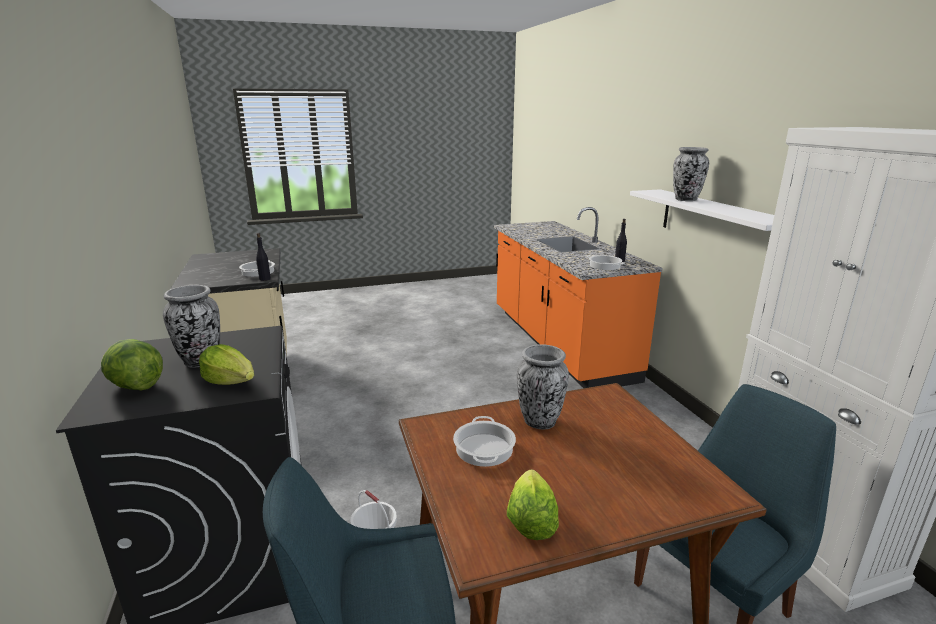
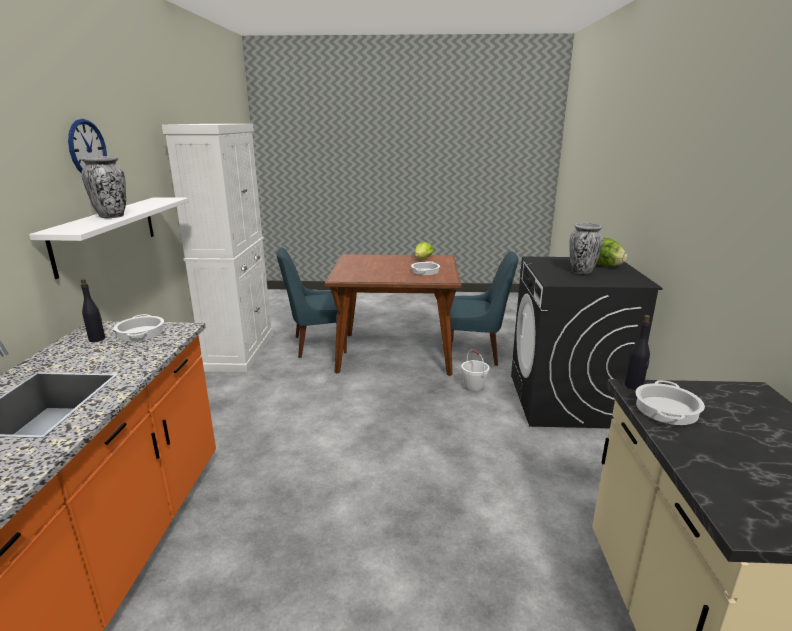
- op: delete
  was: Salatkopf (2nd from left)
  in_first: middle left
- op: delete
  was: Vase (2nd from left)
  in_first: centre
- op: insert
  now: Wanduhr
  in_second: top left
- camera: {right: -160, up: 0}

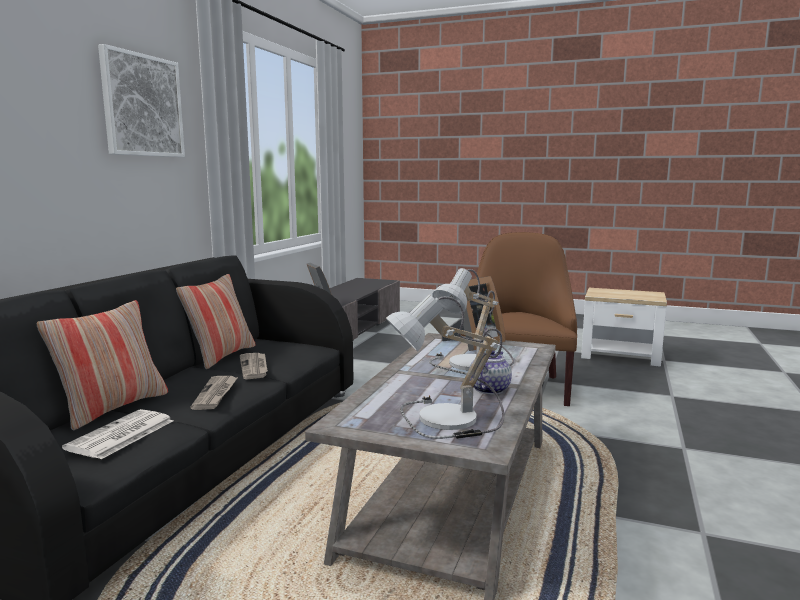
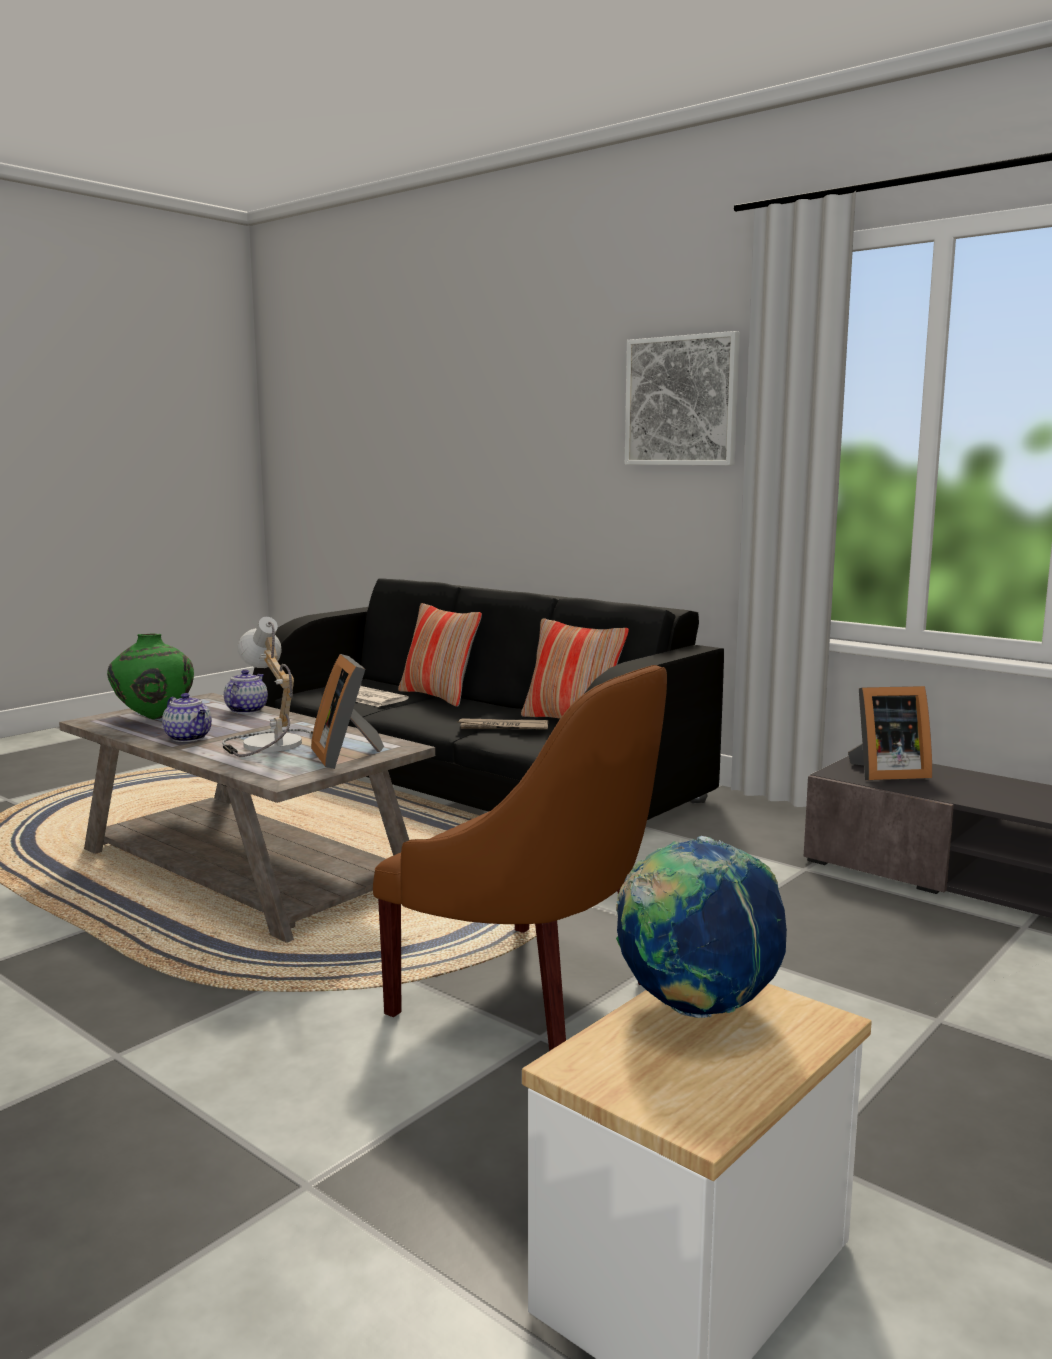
- op: delete
  was: Zeitung (2nd from left)
  in_first: middle left
- op: insert
  now: Teekanne (2nd from left)
  in_second: middle left
- op: insert
  now: Globus
  in_second: bottom centre
- op: replace
  was: Tischlampe (1st from left)
  now: Vase/grün
  in_first: centre
  in_second: middle left
- camera: {right: 110, up: 0}

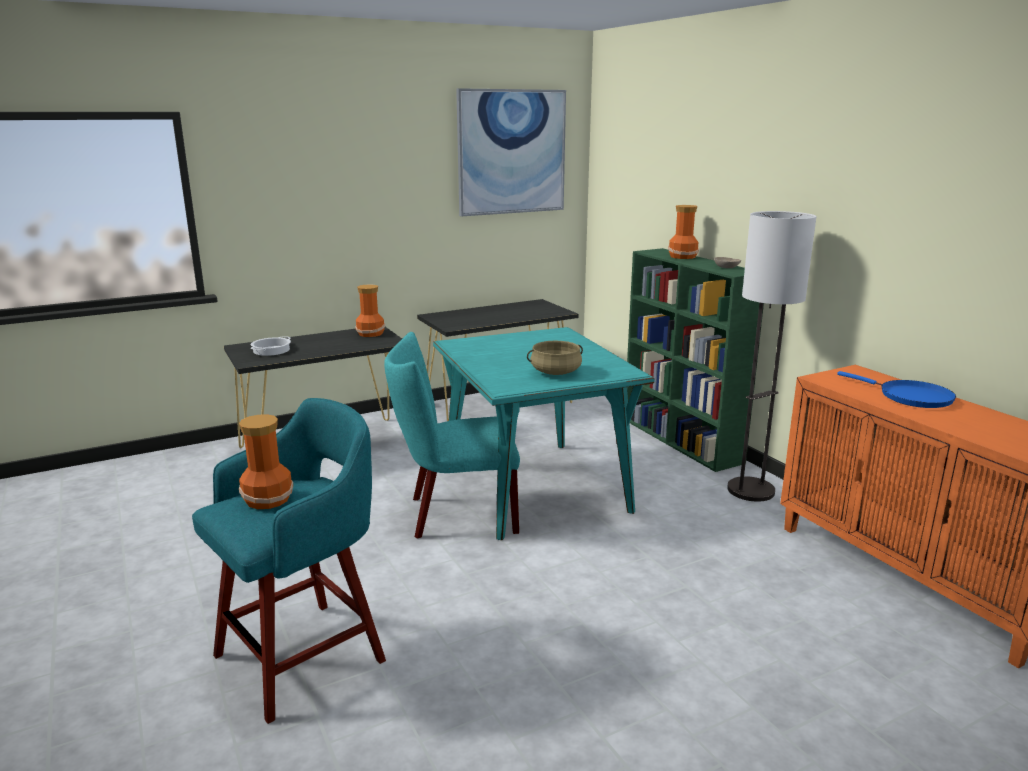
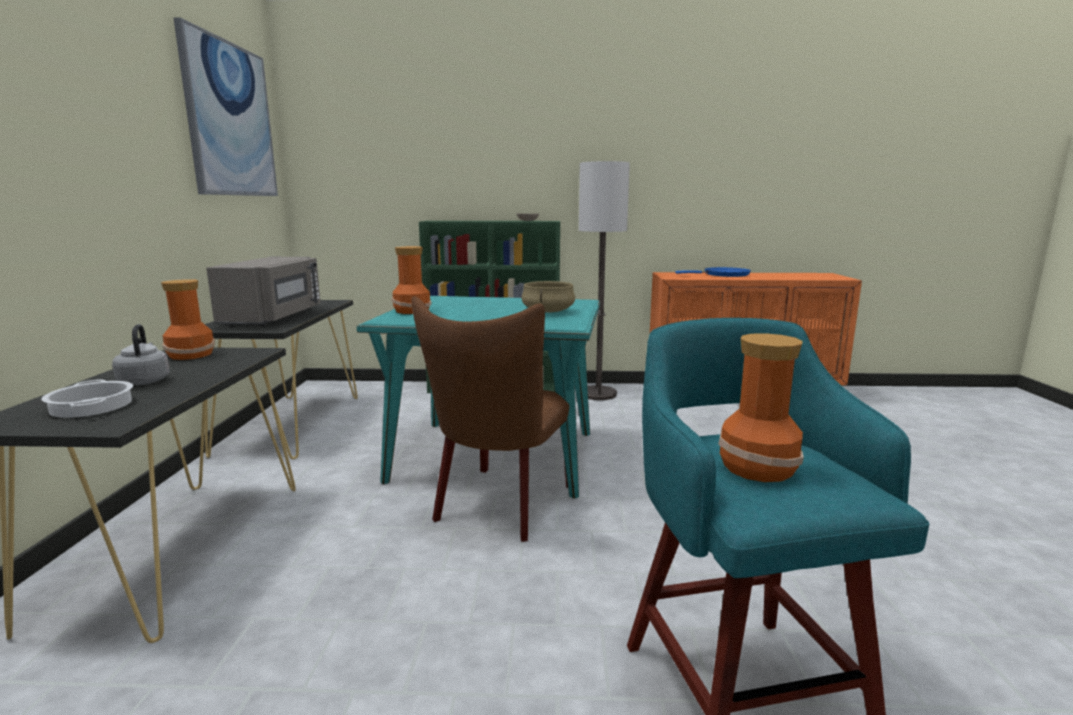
- op: insert
  now: Wasserkessel/grau
  in_second: middle left
- op: insert
  now: Mikrowelle/grau
  in_second: middle left
- op: move
  was: Vase (3rd from left in the first image)
  now: Vase (2nd from left)
  in_first: top centre
  in_second: centre
- op: recolor
  was: Stuhl/türkis
  now: Stuhl/braun
  in_first: centre
  in_second: centre
- camera: {right: -60, up: -5}

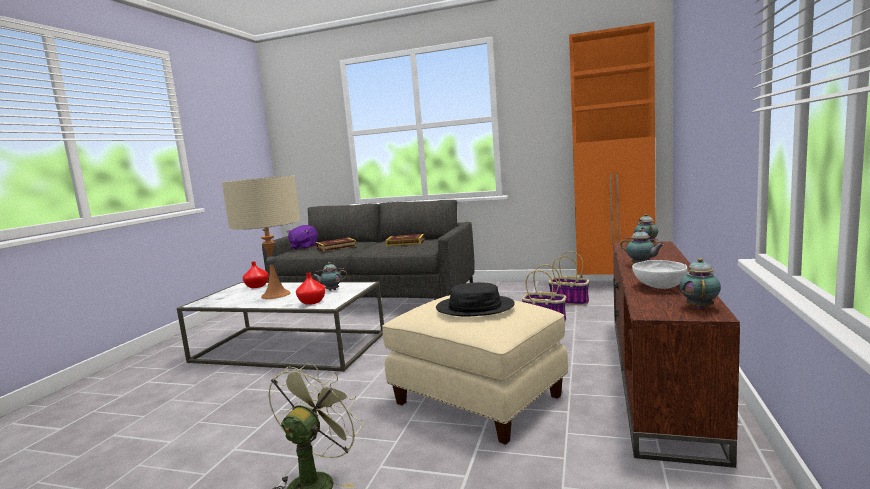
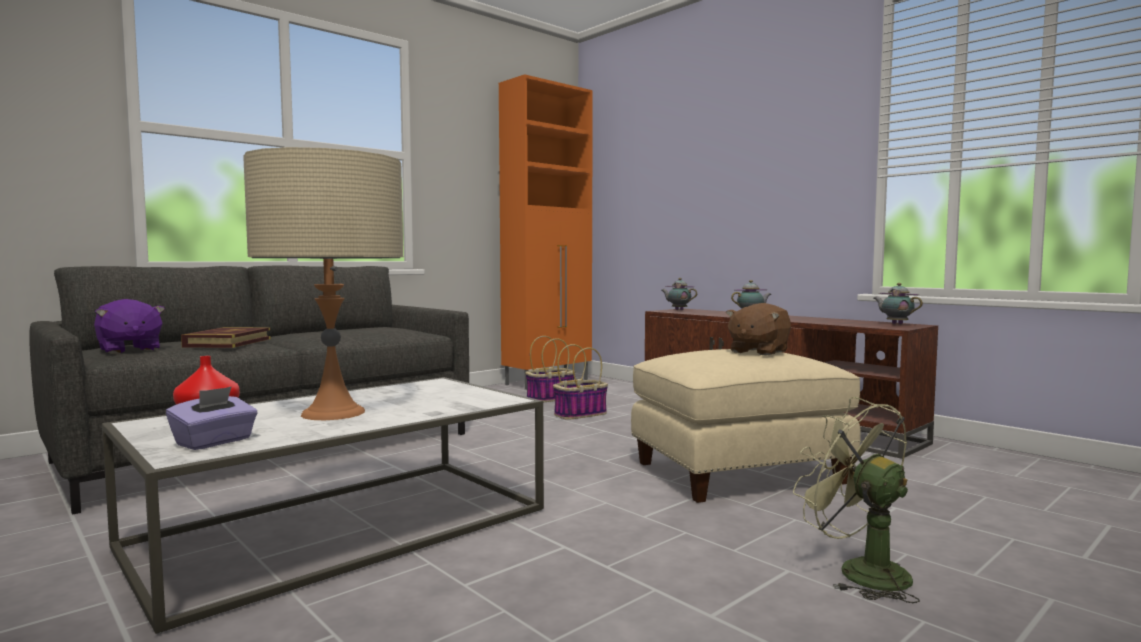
- op: delete
  was: Vase/rot (2nd from left)
  in_first: centre
- op: delete
  was: Teekanne (1st from left)
  in_first: centre
- op: delete
  was: Buch (2nd from left)
  in_first: centre
- op: delete
  was: Schüssel/weiß
  in_first: middle right
- op: insert
  now: Taschentuchbox/lila
  in_second: middle left
- op: replace
  was: Hut/schwarz
  now: Plüschtier/braun
  in_first: centre
  in_second: centre
- camera: {right: -60, up: -5}

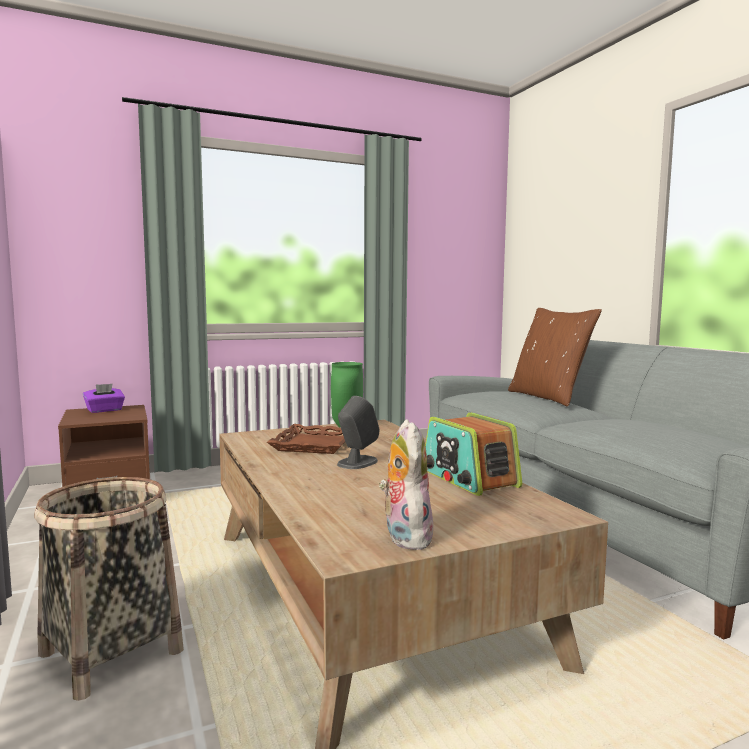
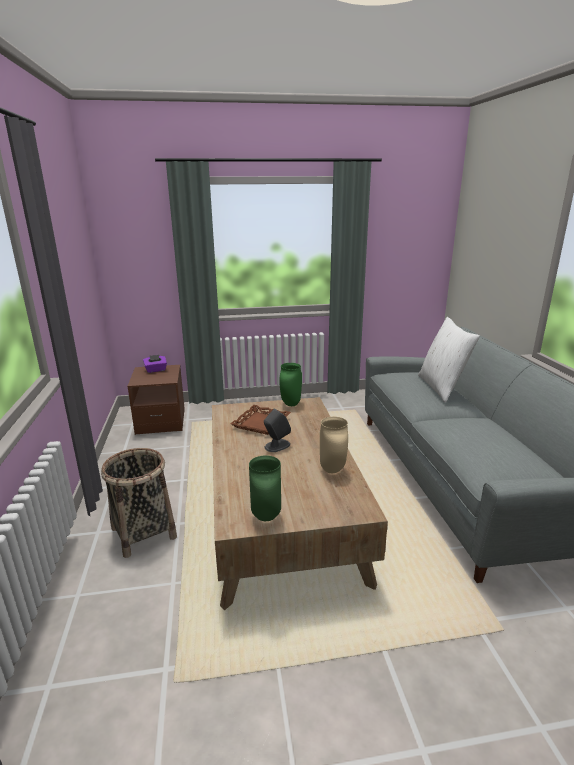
- op: replace
  was: Plüschtier
  now: Vase/grün (1st from left)
  in_first: centre
  in_second: centre
- op: replace
  was: Radio
  now: Vase/beige
  in_first: centre
  in_second: centre
- op: recolor
  was: Kissen/braun
  now: Kissen/weiß
  in_first: middle right
  in_second: middle right
- camera: {right: 15, up: 15}

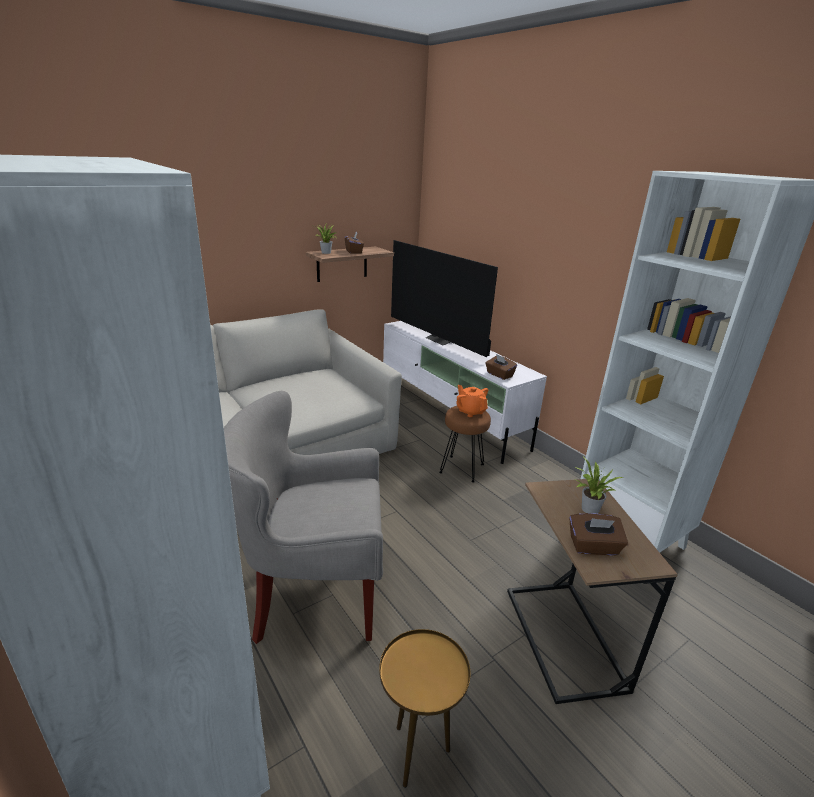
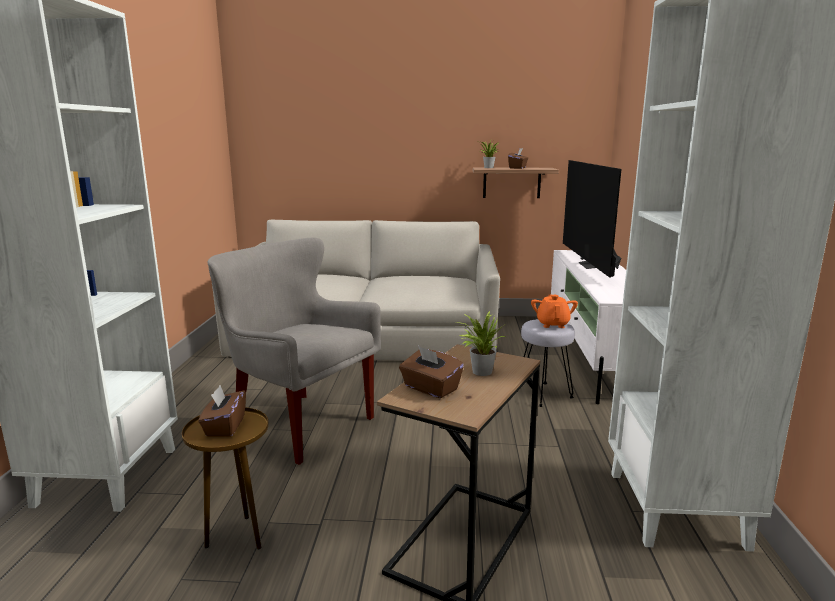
- op: move
  was: Taschentuchbox/braun (2nd from left in the first image)
  now: Taschentuchbox/braun (1st from left)
  in_first: centre
  in_second: bottom left
- op: recolor
  was: Hocker/braun
  now: Hocker/grau
  in_first: centre
  in_second: centre
- camera: {right: 40, up: -10}

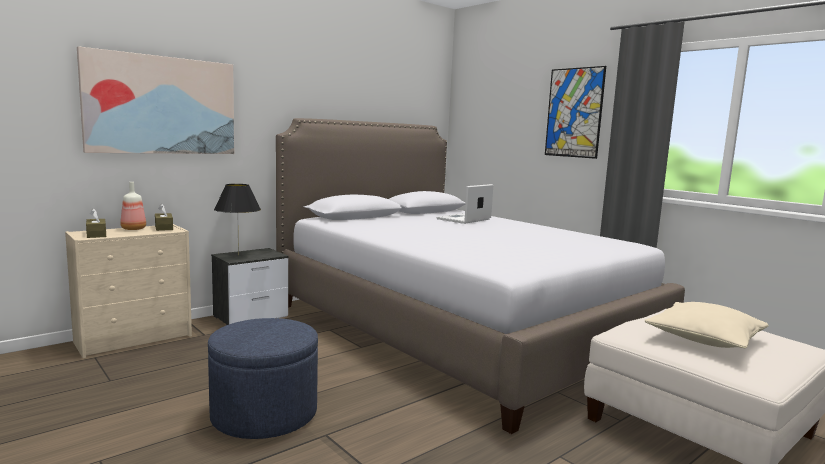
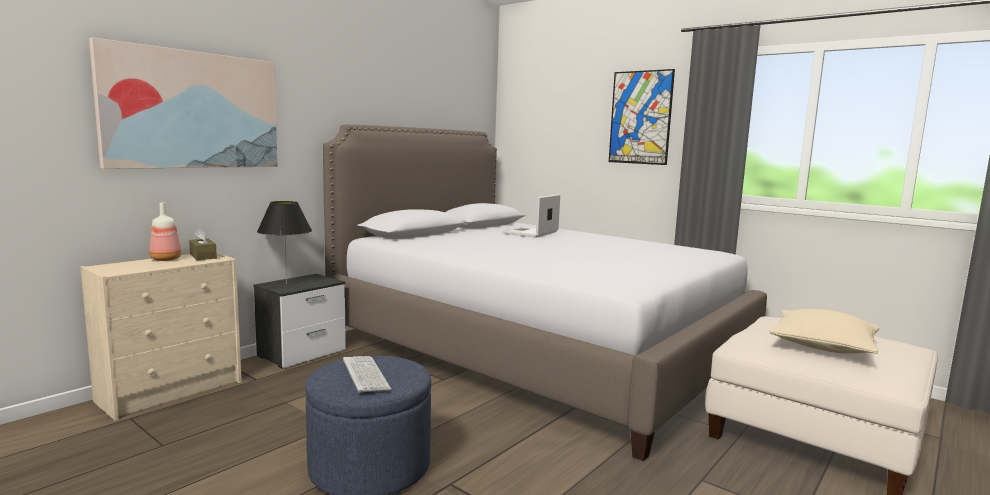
- op: delete
  was: Taschentuchbox/braun (1st from left)
  in_first: middle left
- op: insert
  now: Tastatur
  in_second: bottom centre
- camera: {right: -10, up: 0}

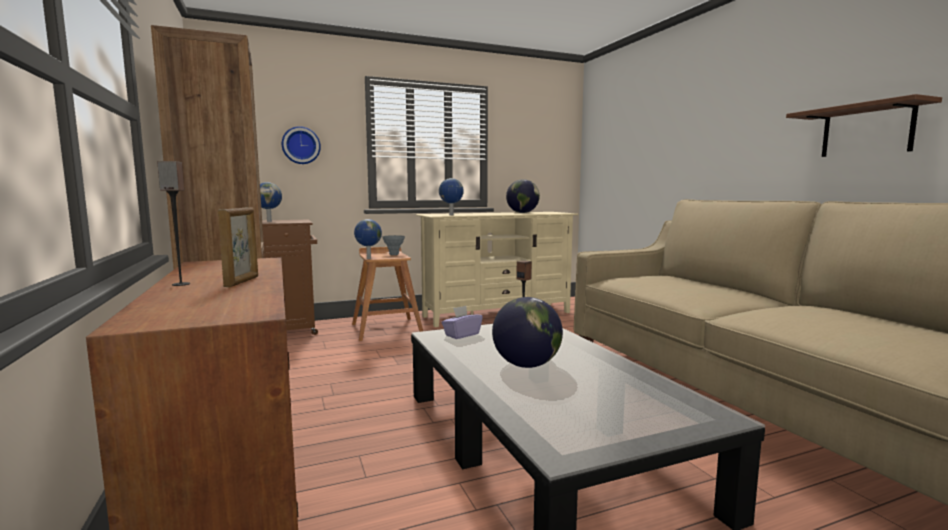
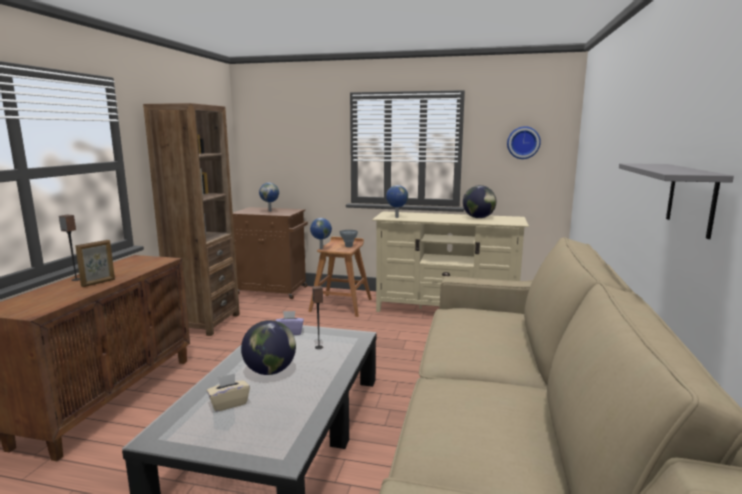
- op: insert
  now: Taschentuchbox/beige
  in_second: bottom left
- op: move
  was: Wanduhr
  in_first: top left
  in_second: top right
- op: recolor
  was: Wandregal/braun
  now: Wandregal/grau
  in_first: top right
  in_second: middle right
- camera: {right: 35, up: 5}

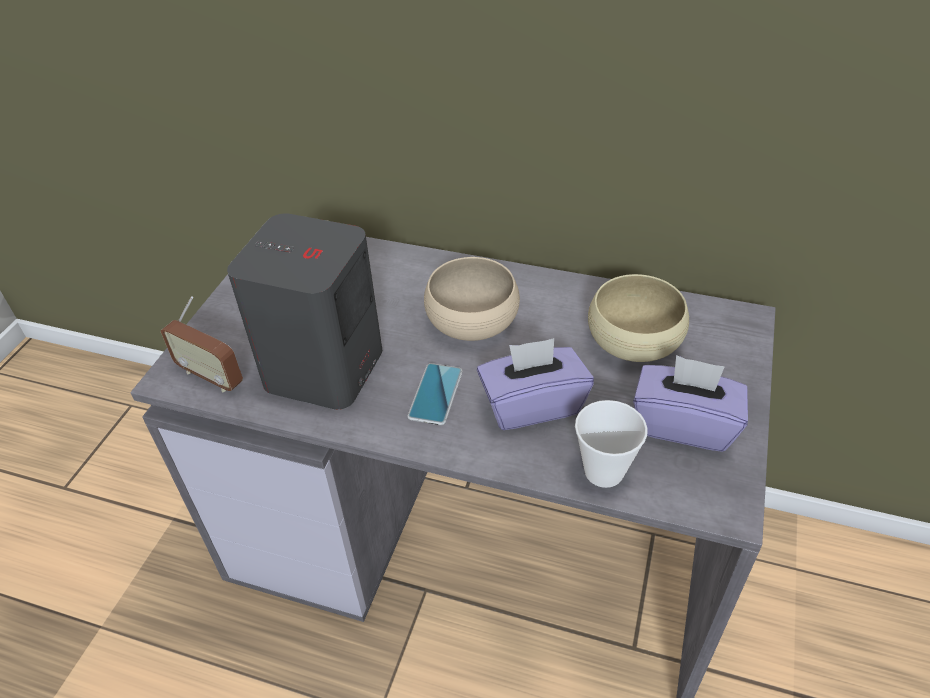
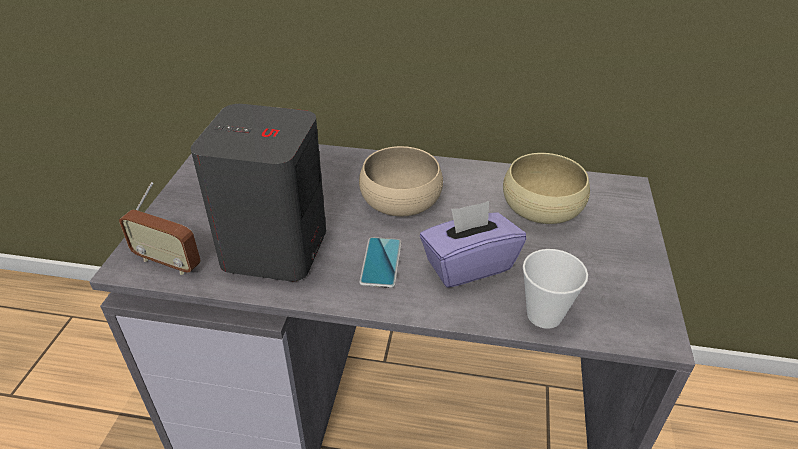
- op: delete
  was: Taschentuchbox/lila (2nd from left)
  in_first: middle right
- camera: {right: -10, up: -5}

